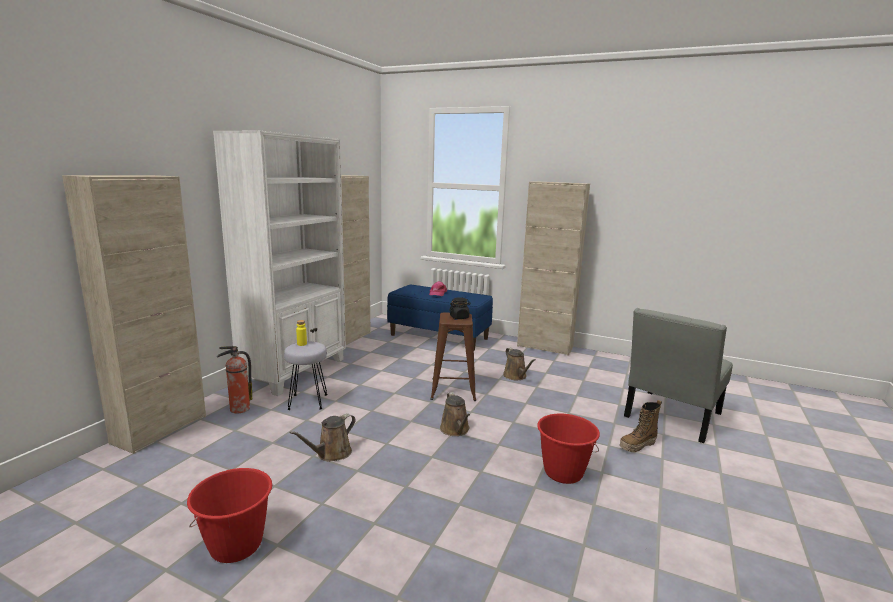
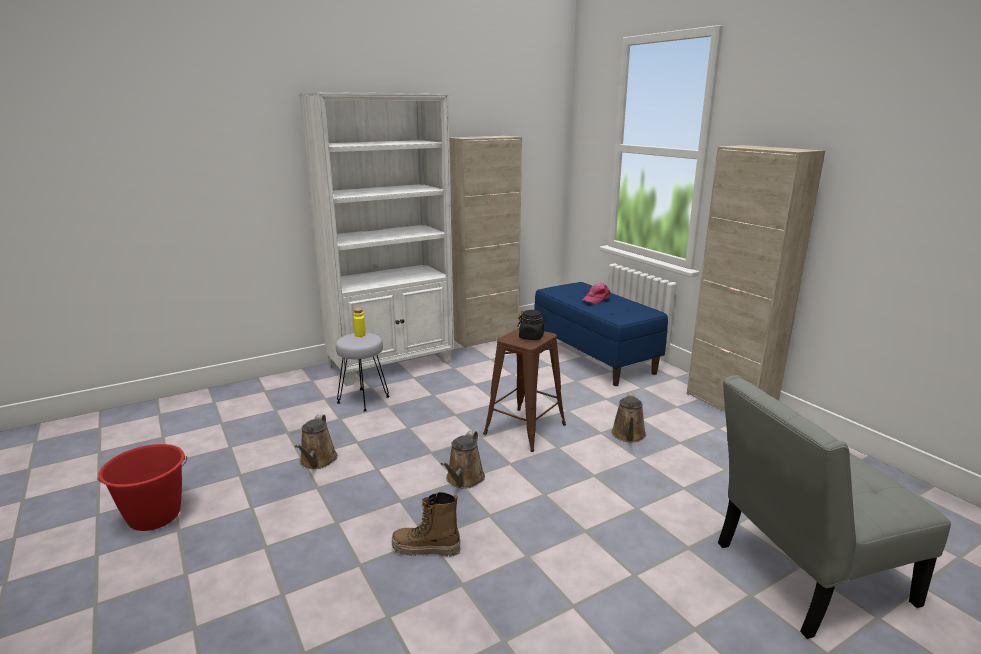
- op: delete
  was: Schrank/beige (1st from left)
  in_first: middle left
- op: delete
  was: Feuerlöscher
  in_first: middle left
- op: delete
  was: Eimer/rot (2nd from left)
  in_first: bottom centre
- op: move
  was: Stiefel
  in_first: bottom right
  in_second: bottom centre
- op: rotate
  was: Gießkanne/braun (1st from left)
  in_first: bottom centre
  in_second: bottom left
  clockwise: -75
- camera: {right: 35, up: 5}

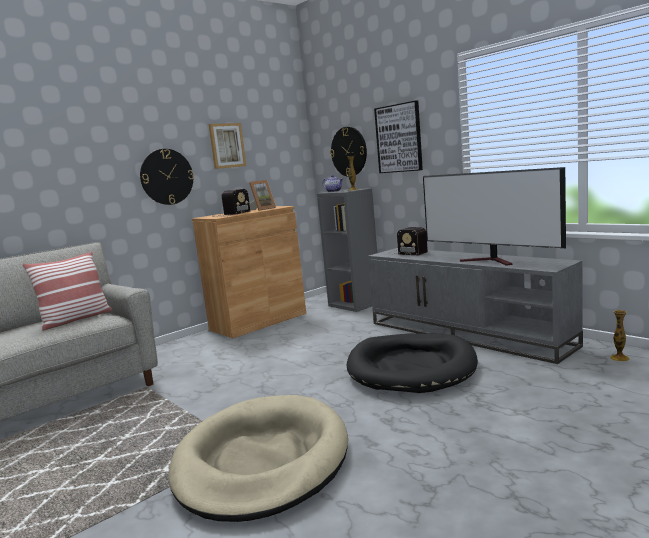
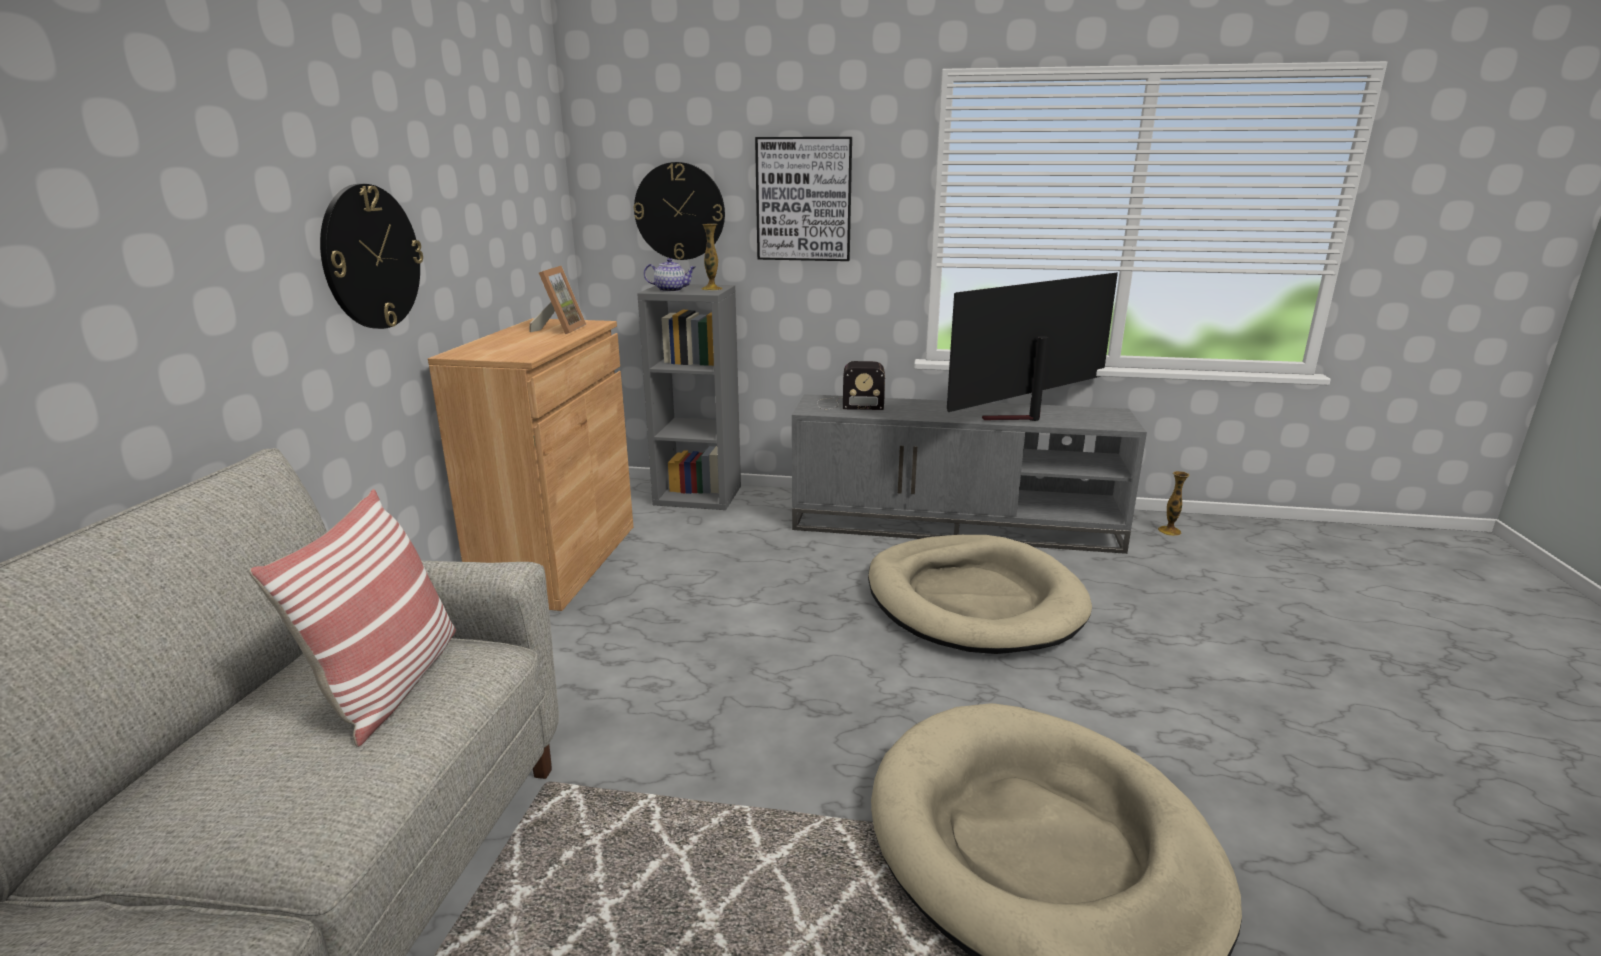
- op: delete
  was: Bild (1st from left)
  in_first: top centre
- op: delete
  was: Radio (1st from left)
  in_first: centre
- op: recolor
  was: Hundebett/schwarz
  now: Hundebett/beige (1st from left)
  in_first: bottom centre
  in_second: centre
- op: rotate
  was: Fernseher
  in_first: middle right
  in_second: centre
  clockwise: 135
- camera: {right: -40, up: 10}

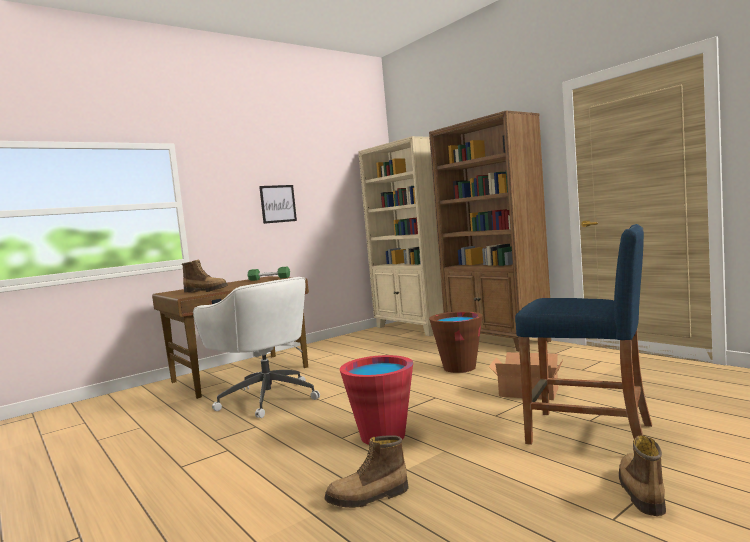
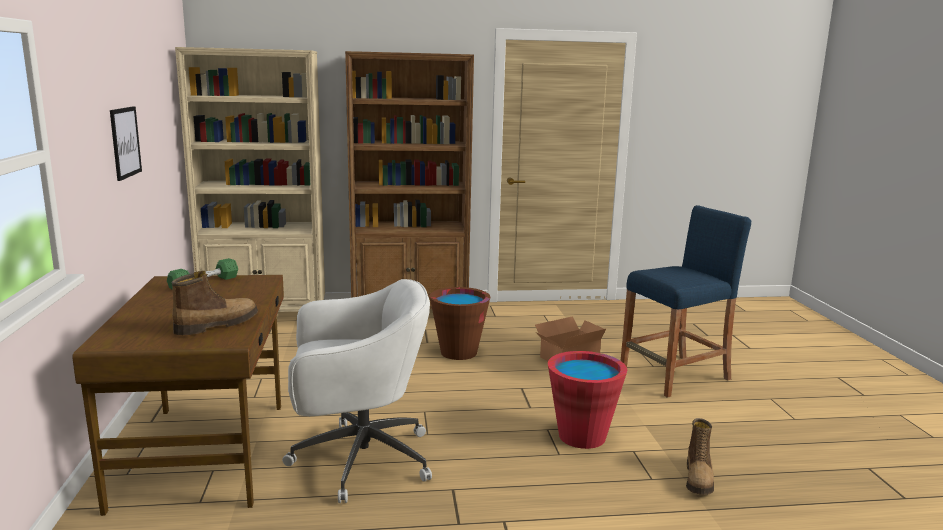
- op: delete
  was: Stiefel (3rd from left)
  in_first: bottom right
- camera: {right: -60, up: 10}

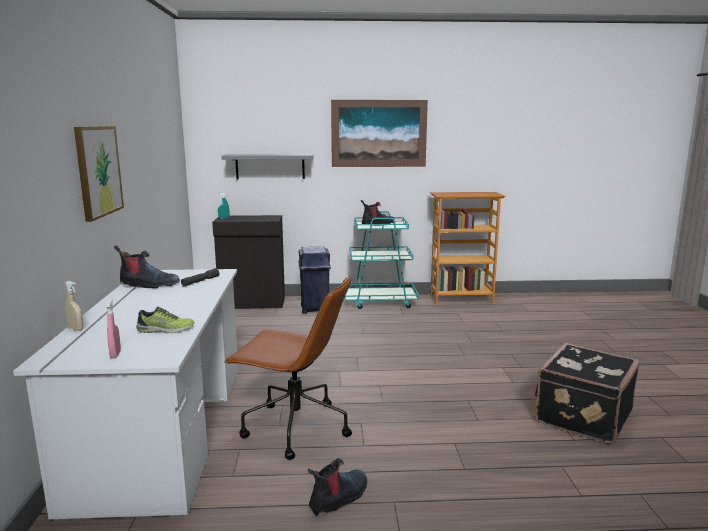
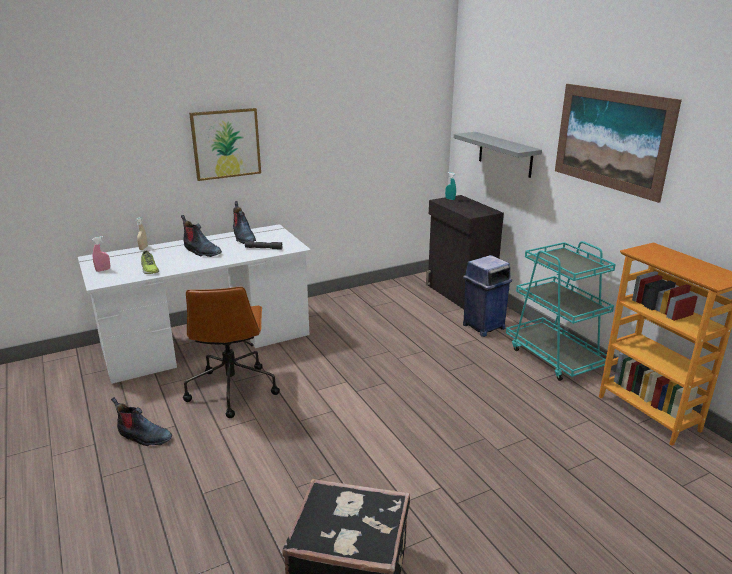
- op: move
  was: Stiefel (3rd from left in the first image)
  now: Stiefel (2nd from left)
  in_first: centre
  in_second: middle left
- camera: {right: 65, up: 10}

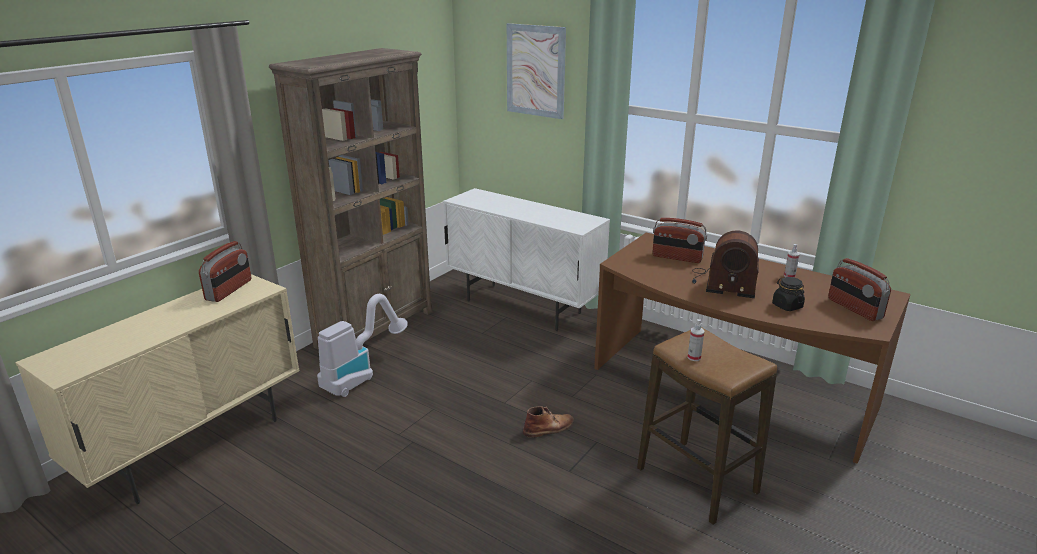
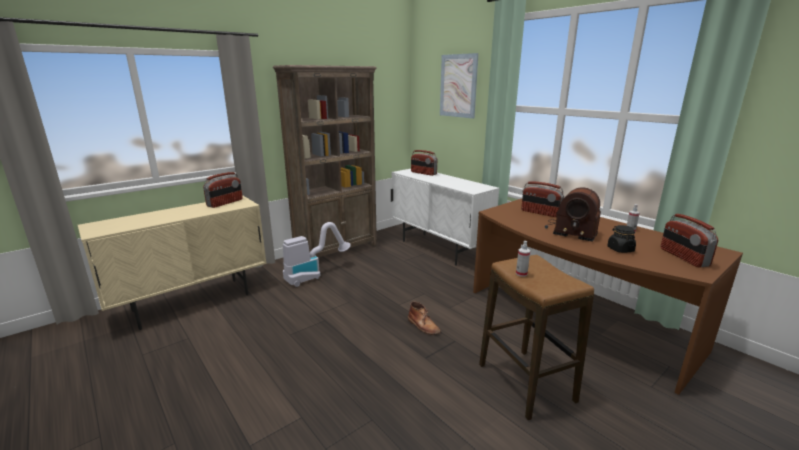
- op: insert
  now: Radio (2nd from left)
  in_second: centre
- op: rotate
  was: Stiefel/braun
  in_first: bottom centre
  in_second: bottom centre
  clockwise: 60
- camera: {right: 15, up: -5}

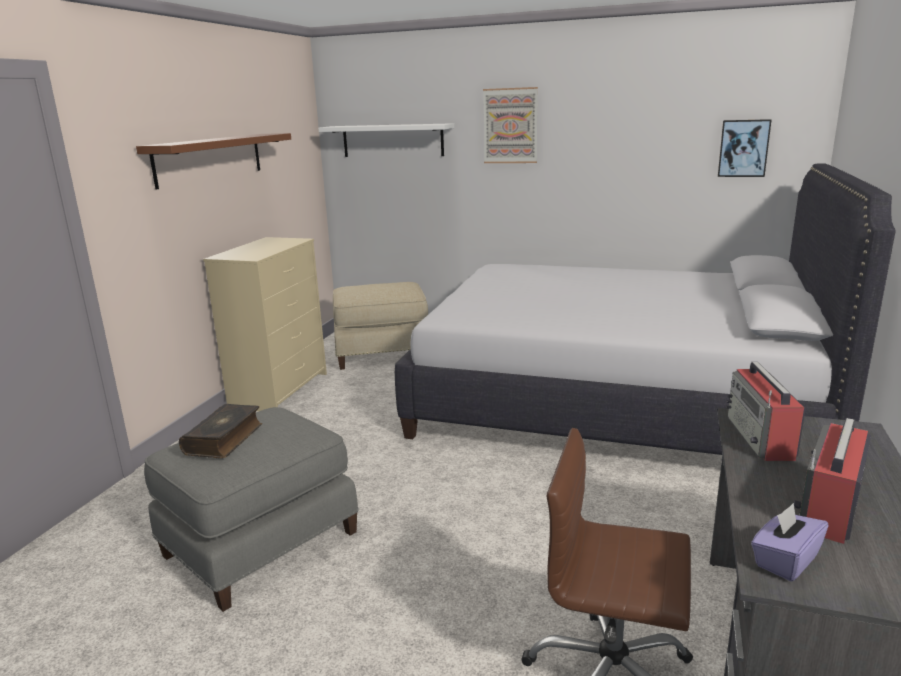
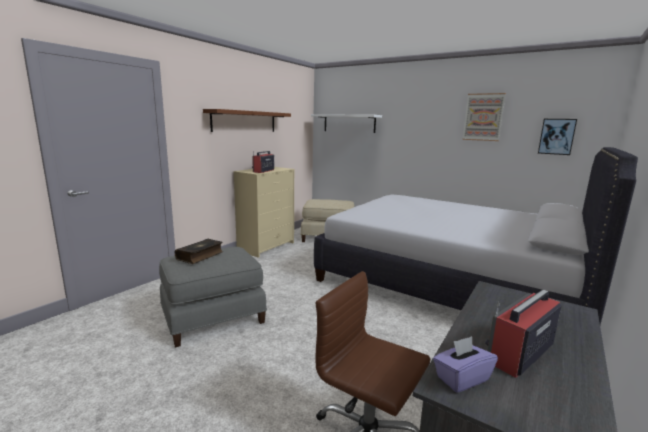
- op: move
  was: Bild (1st from left)
  in_first: top centre
  in_second: top right
- op: move
  was: Radio (1st from left)
  in_first: middle right
  in_second: centre
- camera: {right: 15, up: -5}

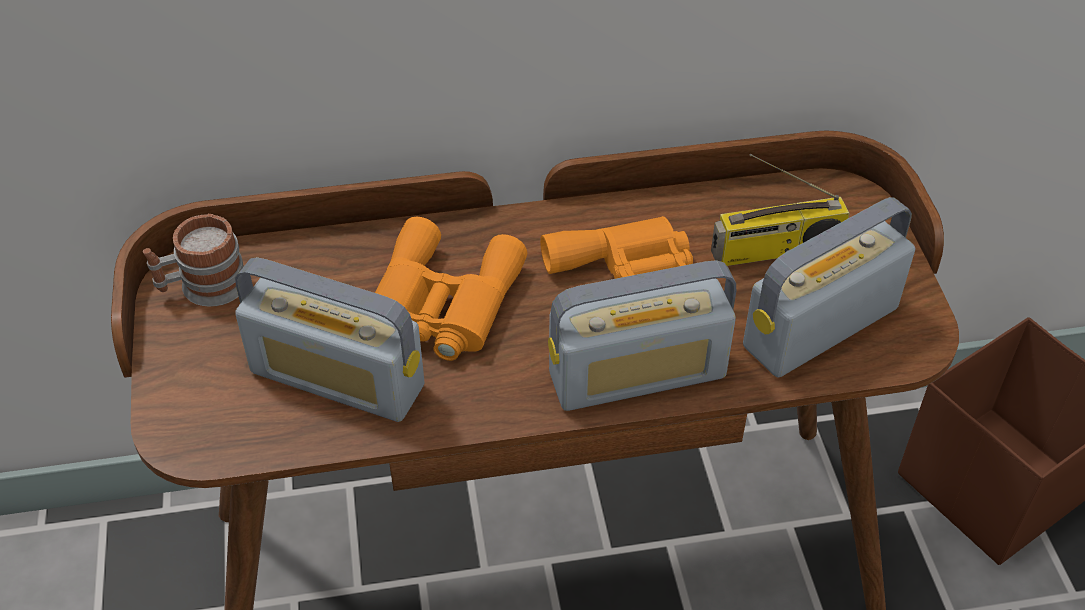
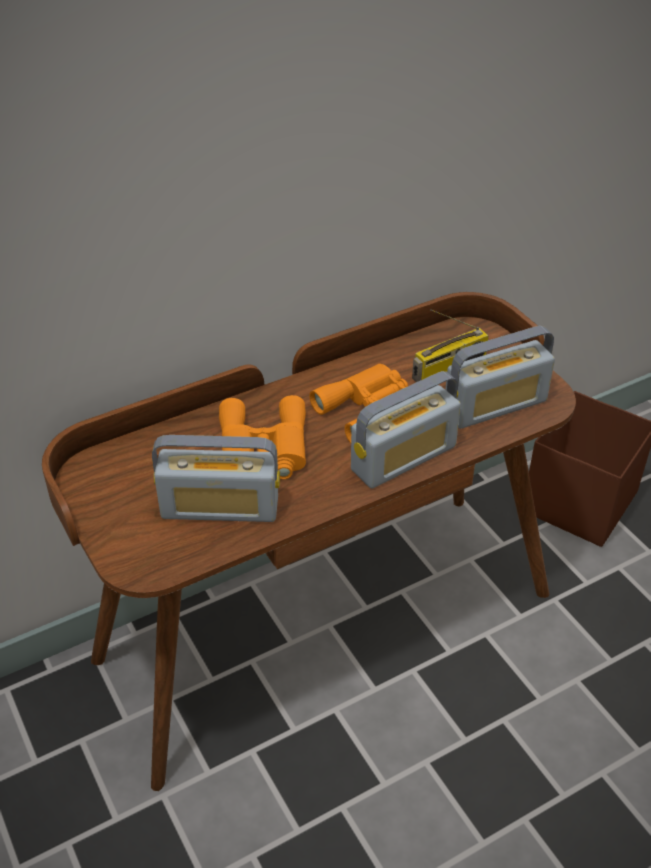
- op: delete
  was: Henkelbecher
  in_first: middle left
- op: rotate
  was: Radio (4th from left)
  in_first: middle right
  in_second: middle right
  clockwise: -150
- camera: {right: -20, up: -5}

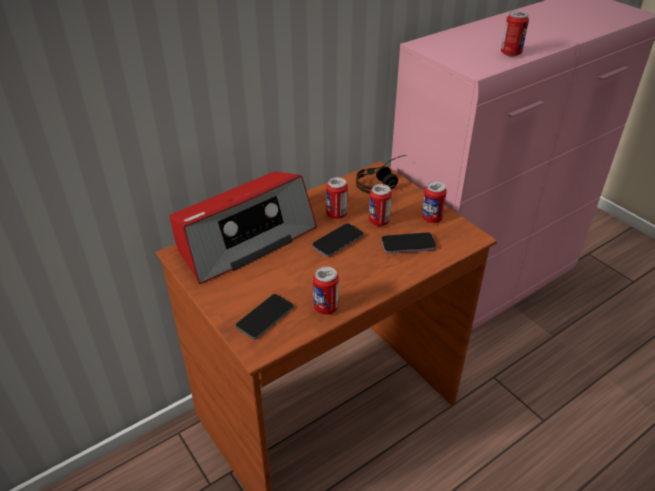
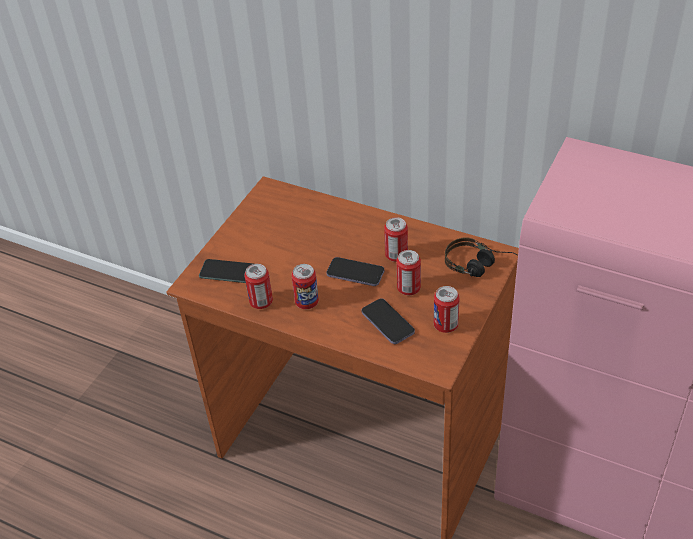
- op: delete
  was: Radio
  in_first: centre
- op: move
  was: Dose (5th from left in the first image)
  now: Dose (2nd from left)
  in_first: top right
  in_second: centre
- camera: {right: 65, up: 5}

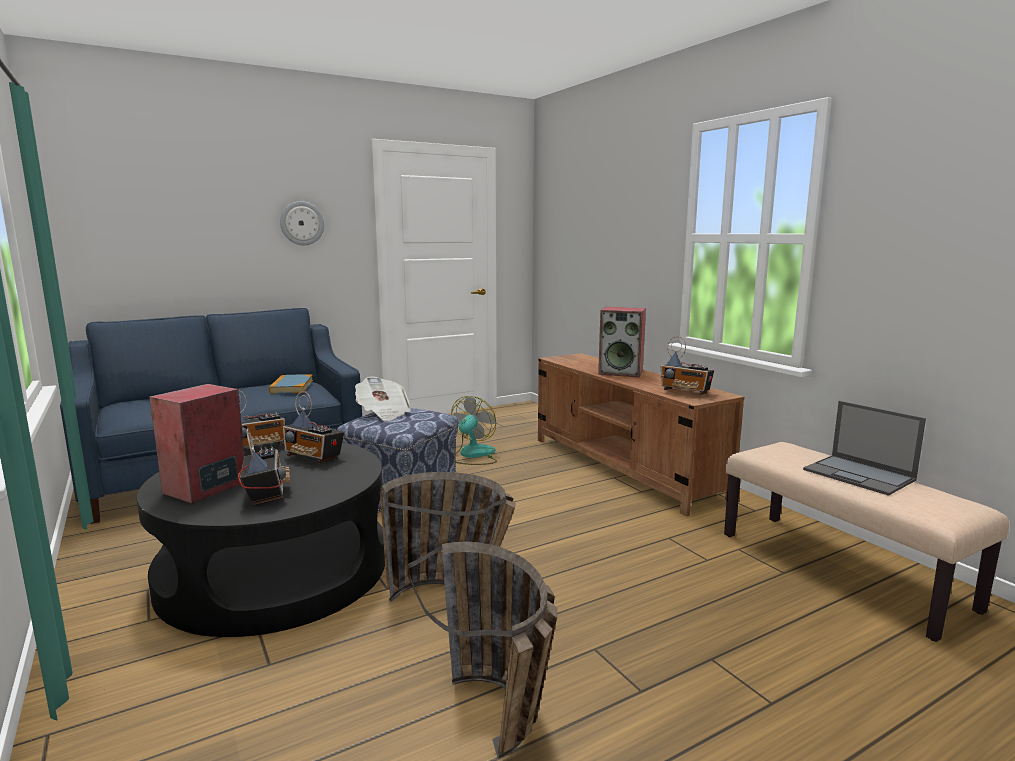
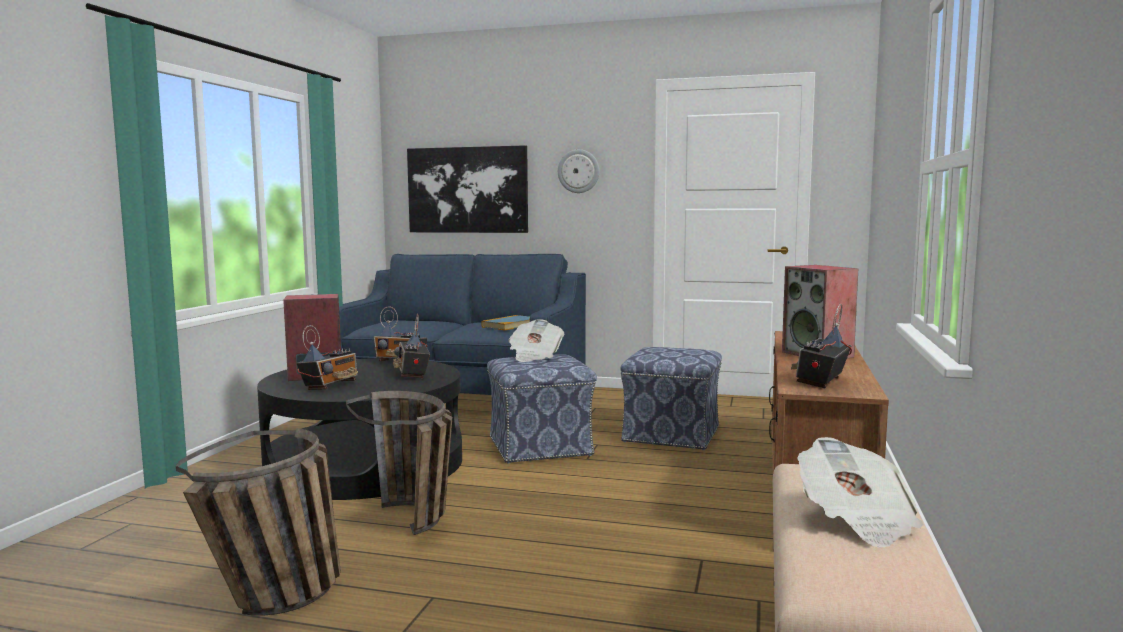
- op: insert
  now: Bild
  in_second: top centre
- op: replace
  was: Ventilator
  now: Polsterhocker (2nd from left)
  in_first: centre
  in_second: centre
- op: replace
  was: Laptop
  now: Zeitung (2nd from left)
  in_first: middle right
  in_second: bottom right
- op: rotate
  was: Radio (4th from left)
  in_first: middle right
  in_second: middle right
  clockwise: 45
- camera: {right: 45, up: -5}

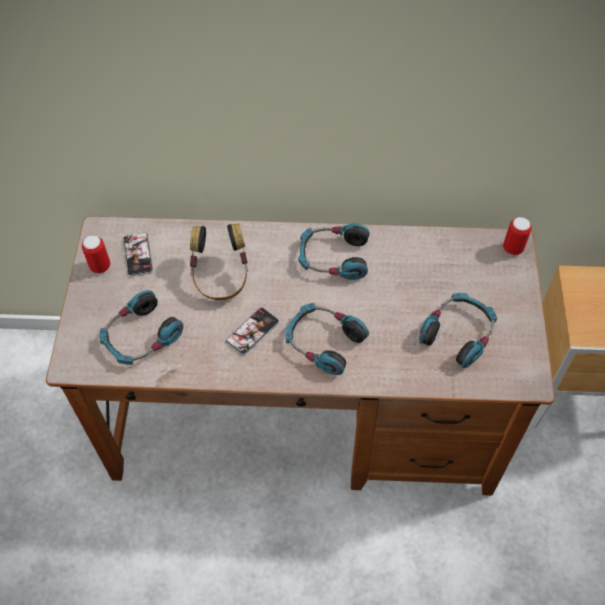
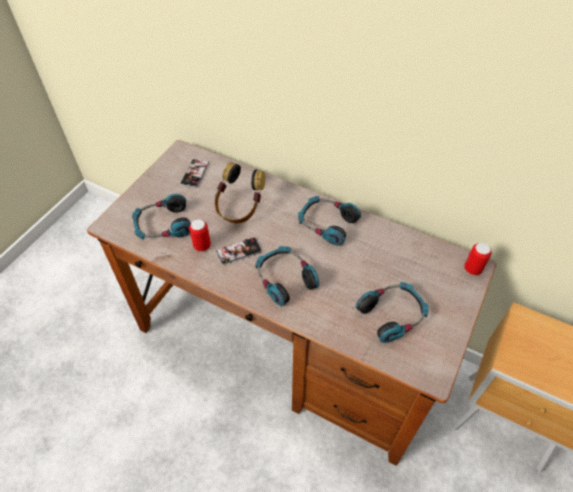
- op: move
  was: Dose (1st from left)
  in_first: middle left
  in_second: centre
- camera: {right: 25, up: -5}

